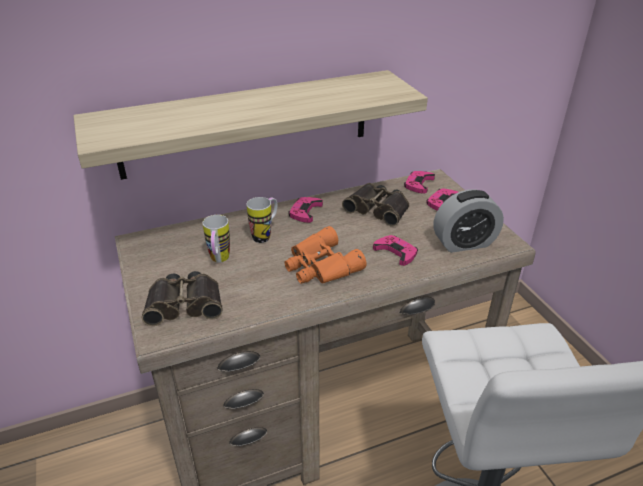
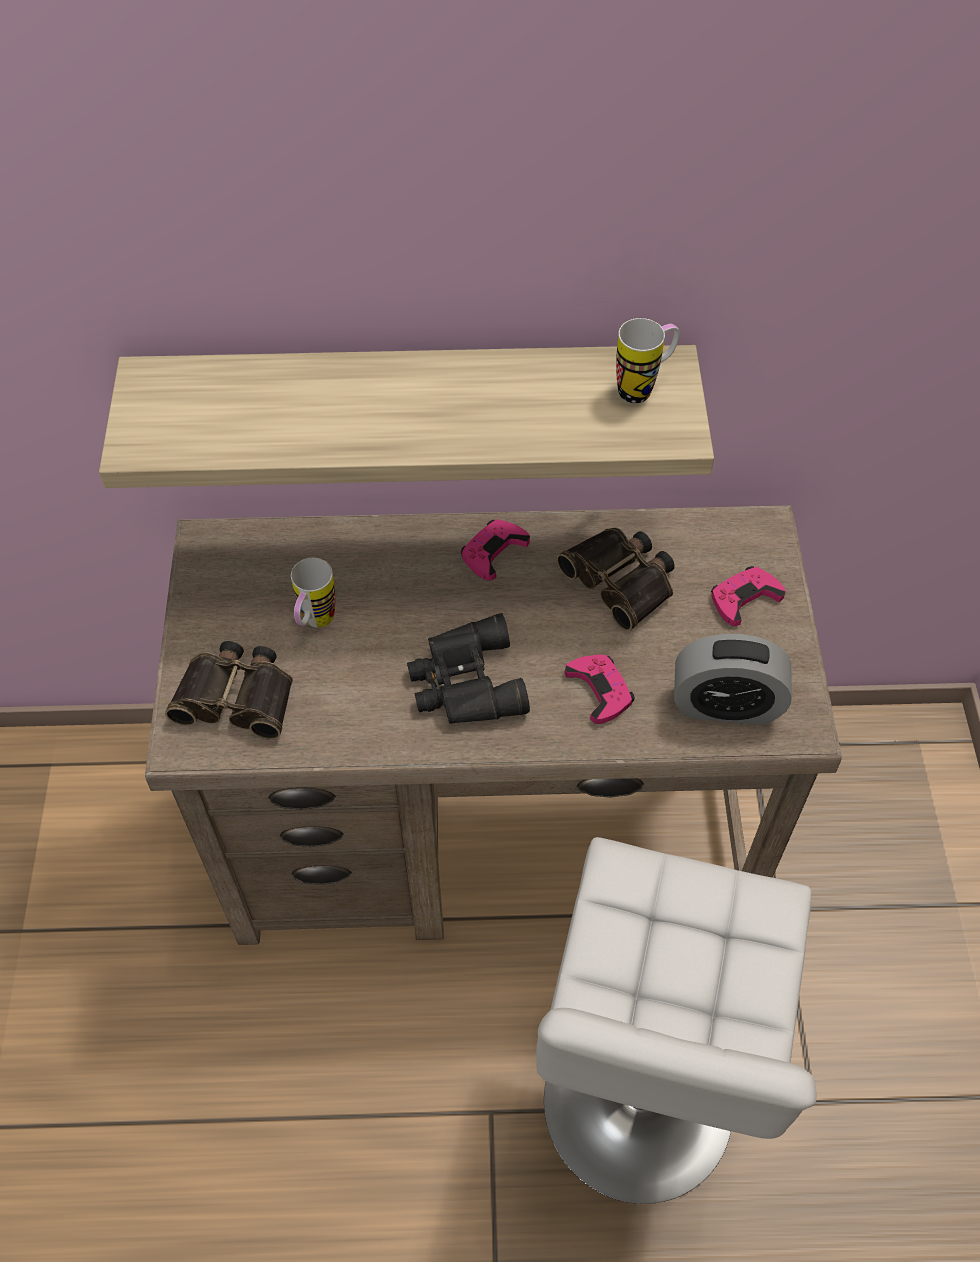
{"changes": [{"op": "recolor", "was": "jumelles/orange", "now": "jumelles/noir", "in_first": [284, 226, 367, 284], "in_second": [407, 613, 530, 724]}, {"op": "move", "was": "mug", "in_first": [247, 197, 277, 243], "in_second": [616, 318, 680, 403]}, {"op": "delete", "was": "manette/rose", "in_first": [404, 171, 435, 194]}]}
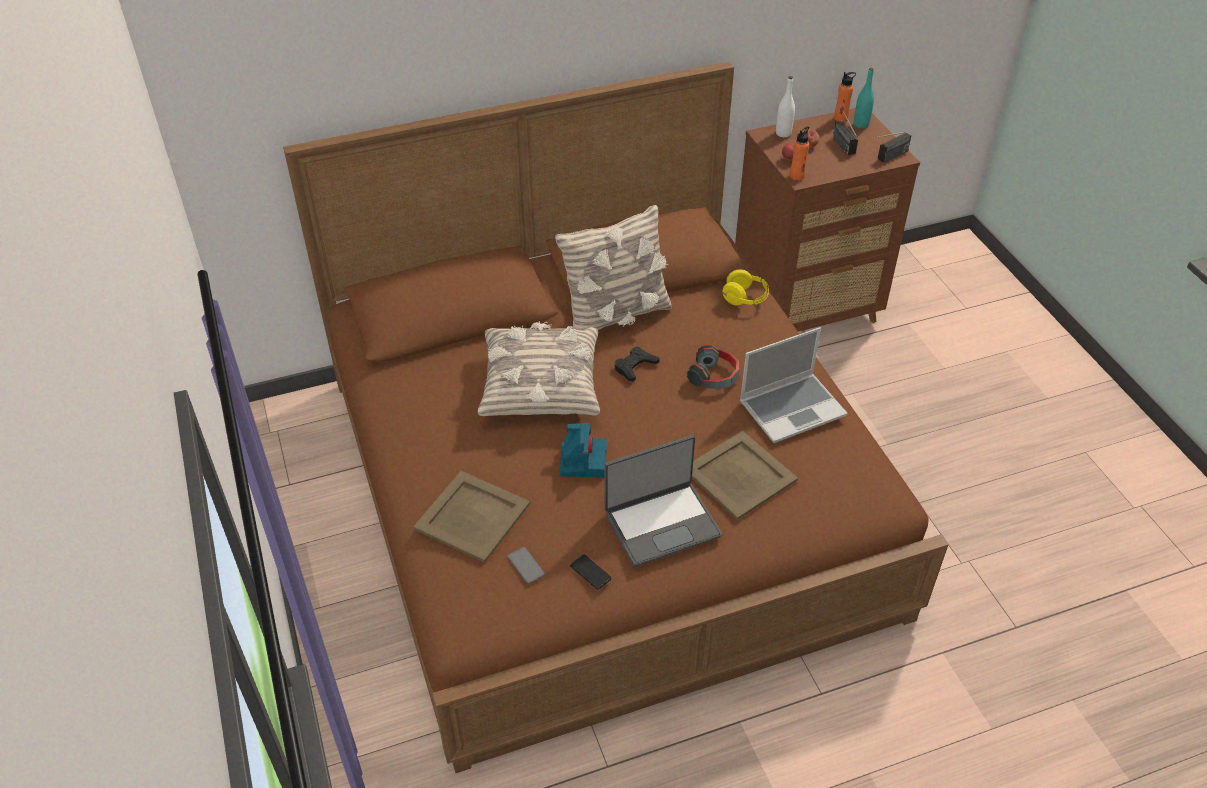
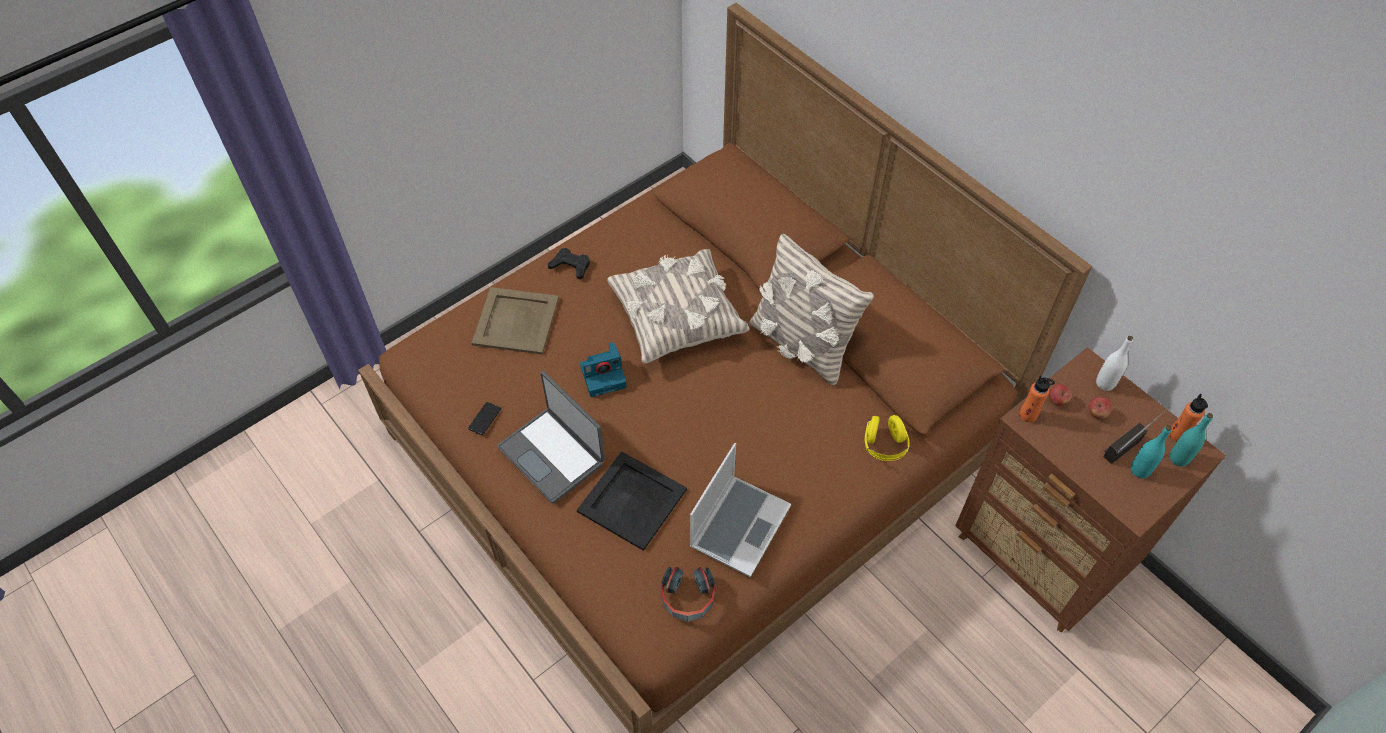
{"changes": [{"op": "move", "was": "manette/noir", "in_first": [614, 347, 660, 382], "in_second": [548, 248, 590, 280]}, {"op": "recolor", "was": "plateau/beige", "now": "plateau/noir", "in_first": [692, 431, 798, 520], "in_second": [577, 451, 687, 551]}, {"op": "move", "was": "casque audio", "in_first": [687, 345, 739, 389], "in_second": [661, 567, 715, 622]}, {"op": "rotate", "was": "ordinateur portable", "in_first": [740, 327, 847, 443], "in_second": [690, 443, 791, 577], "clockwise": -105}, {"op": "insert", "now": "bouteille/turquoise", "in_second": [1131, 425, 1172, 478]}, {"op": "delete", "was": "téléphone", "in_first": [508, 547, 545, 584]}, {"op": "delete", "was": "radio", "in_first": [874, 132, 911, 163]}]}
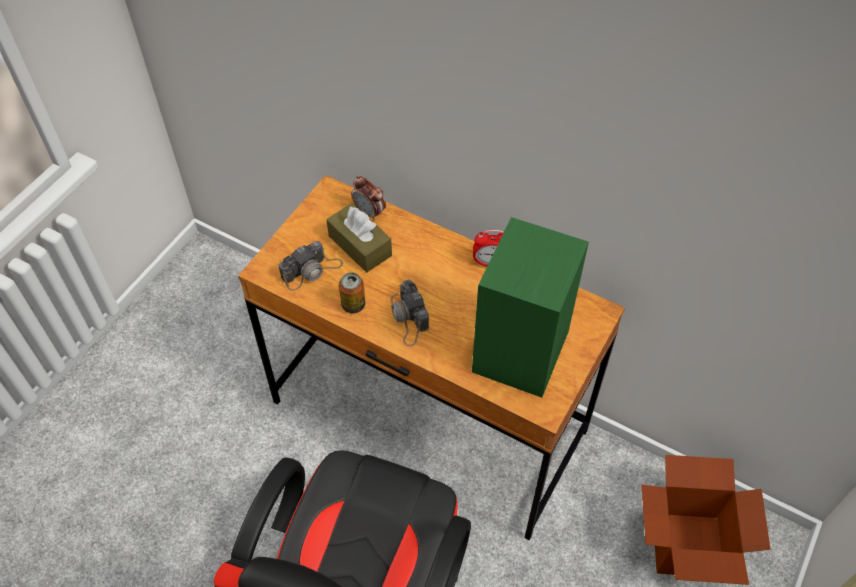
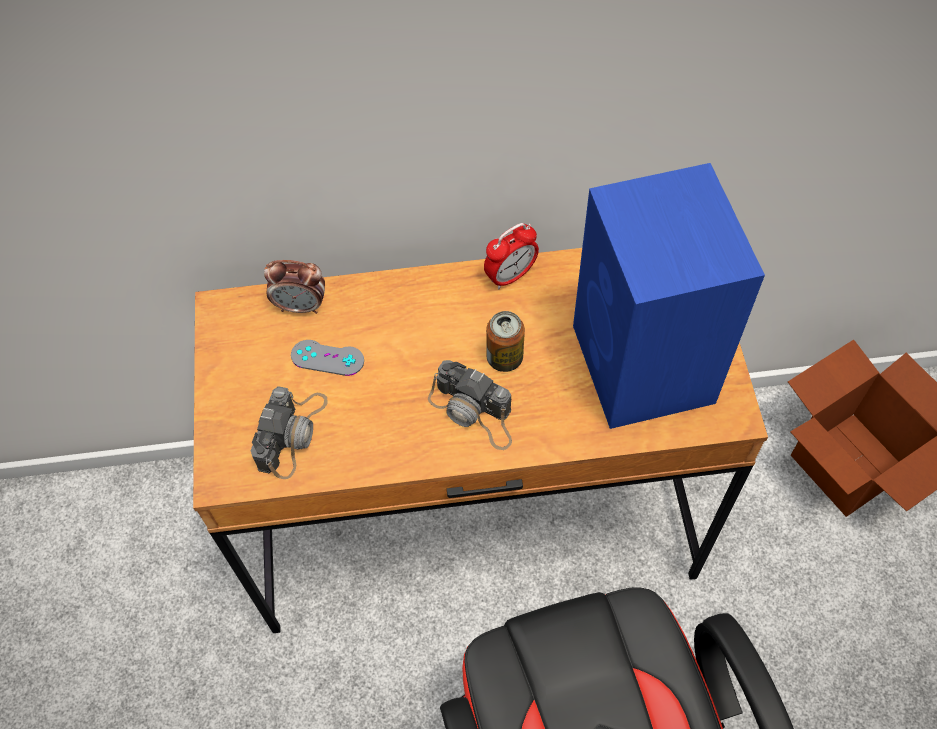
{"changes": [{"op": "replace", "was": "boîte à mouchoirs/marron", "now": "manette/gris", "in_first": [326, 203, 392, 272], "in_second": [291, 340, 364, 376]}, {"op": "move", "was": "boîte métallique", "in_first": [339, 272, 365, 313], "in_second": [486, 311, 525, 372]}, {"op": "recolor", "was": "enceinte/vert", "now": "enceinte/bleu", "in_first": [472, 217, 589, 398], "in_second": [573, 163, 765, 429]}]}
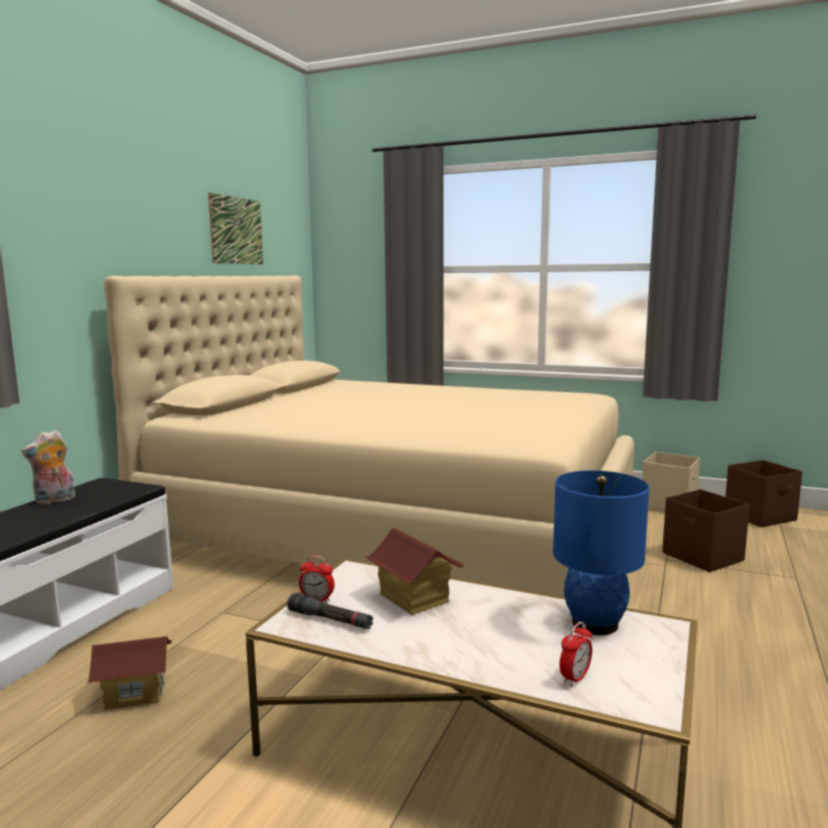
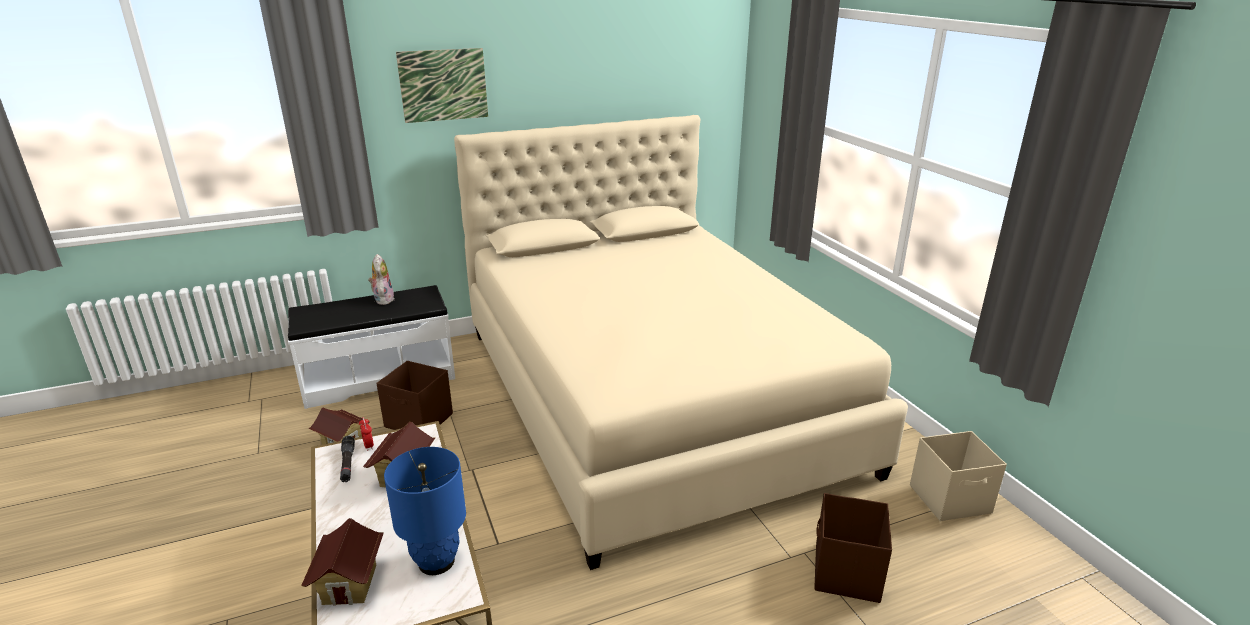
{"changes": [{"op": "replace", "was": "réveil", "now": "maison miniature", "in_first": [560, 622, 592, 686], "in_second": [301, 518, 384, 606]}, {"op": "rotate", "was": "peluche", "in_first": [21, 430, 75, 505], "in_second": [368, 254, 394, 305], "clockwise": 75}, {"op": "move", "was": "boîte de rangement/marron", "in_first": [726, 460, 802, 527], "in_second": [376, 361, 453, 430]}, {"op": "move", "was": "tableau", "in_first": [208, 193, 263, 264], "in_second": [396, 48, 488, 123]}]}
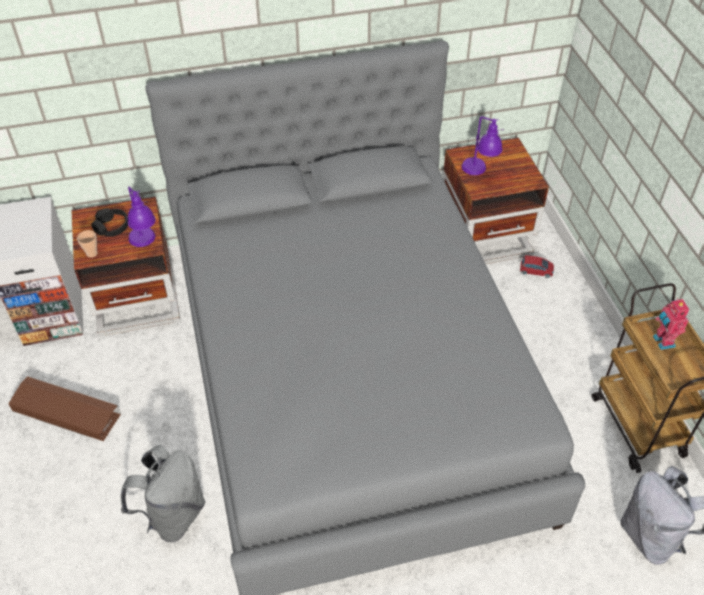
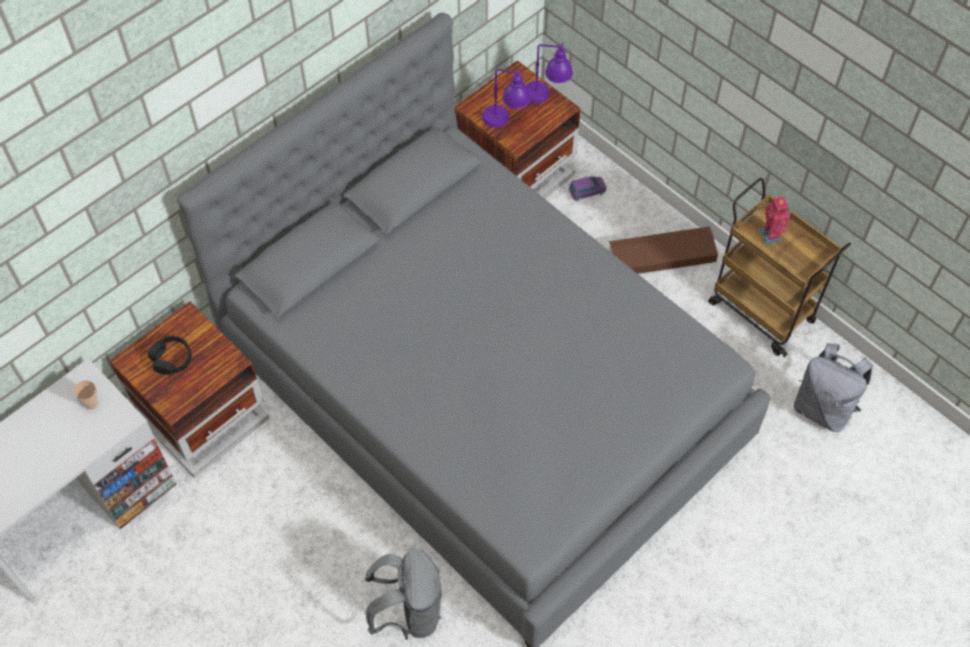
{"changes": [{"op": "move", "was": "tasse", "in_first": [77, 230, 98, 258], "in_second": [73, 380, 98, 409]}, {"op": "move", "was": "lampe de table/violet", "in_first": [128, 187, 156, 247], "in_second": [526, 43, 573, 103]}, {"op": "recolor", "was": "petite voiture/rouge", "now": "petite voiture/violet", "in_first": [520, 255, 554, 278], "in_second": [569, 176, 606, 201]}, {"op": "move", "was": "boîte de rangement/marron", "in_first": [8, 376, 121, 441], "in_second": [609, 226, 718, 274]}, {"op": "rotate", "was": "robot jouet", "in_first": [653, 298, 689, 350], "in_second": [760, 195, 792, 244], "clockwise": -150}]}
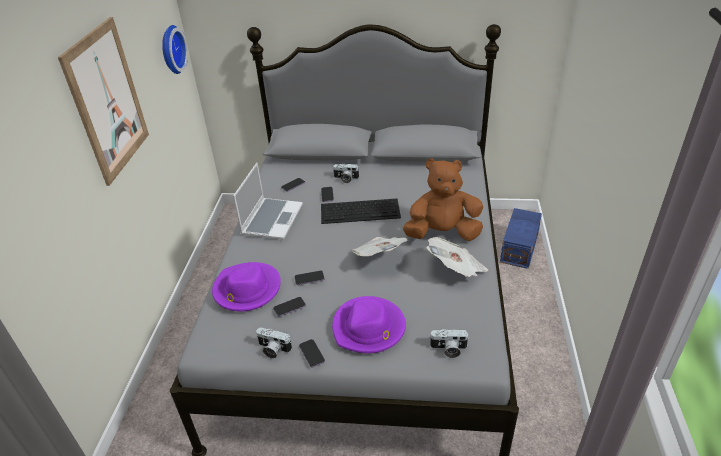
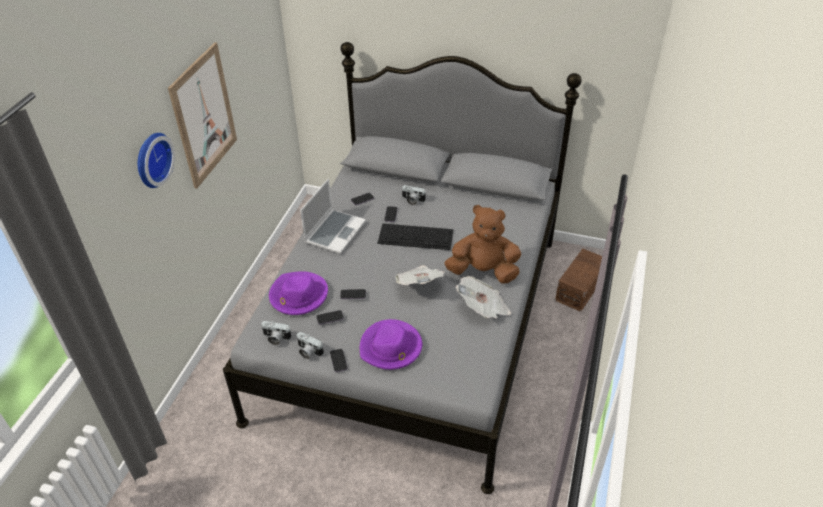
{"changes": [{"op": "move", "was": "horloge murale", "in_first": [162, 25, 188, 74], "in_second": [138, 133, 175, 188]}, {"op": "move", "was": "appareil photo", "in_first": [429, 329, 469, 358], "in_second": [261, 321, 291, 345]}, {"op": "recolor", "was": "boîte de rangement/bleu", "now": "boîte de rangement/marron", "in_first": [500, 208, 542, 269], "in_second": [555, 248, 602, 312]}]}
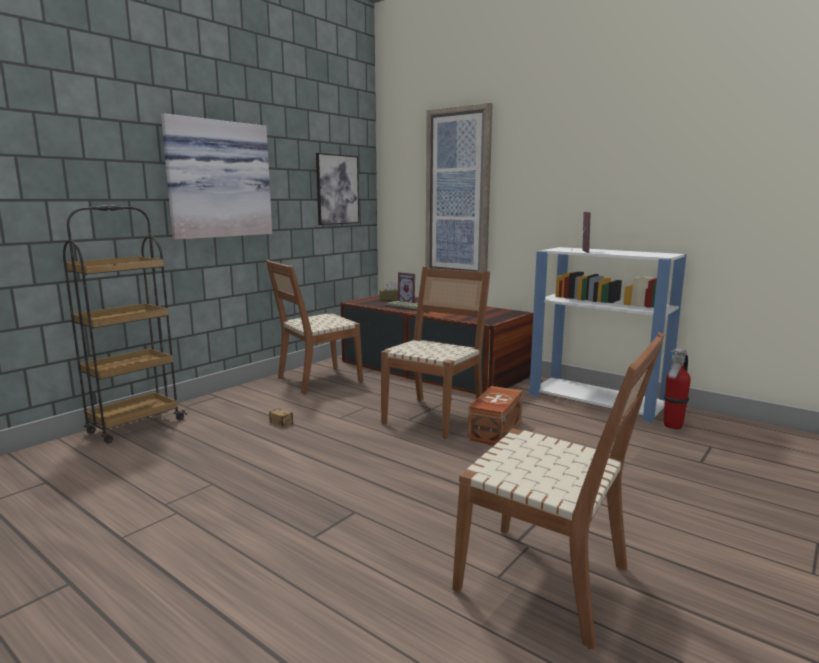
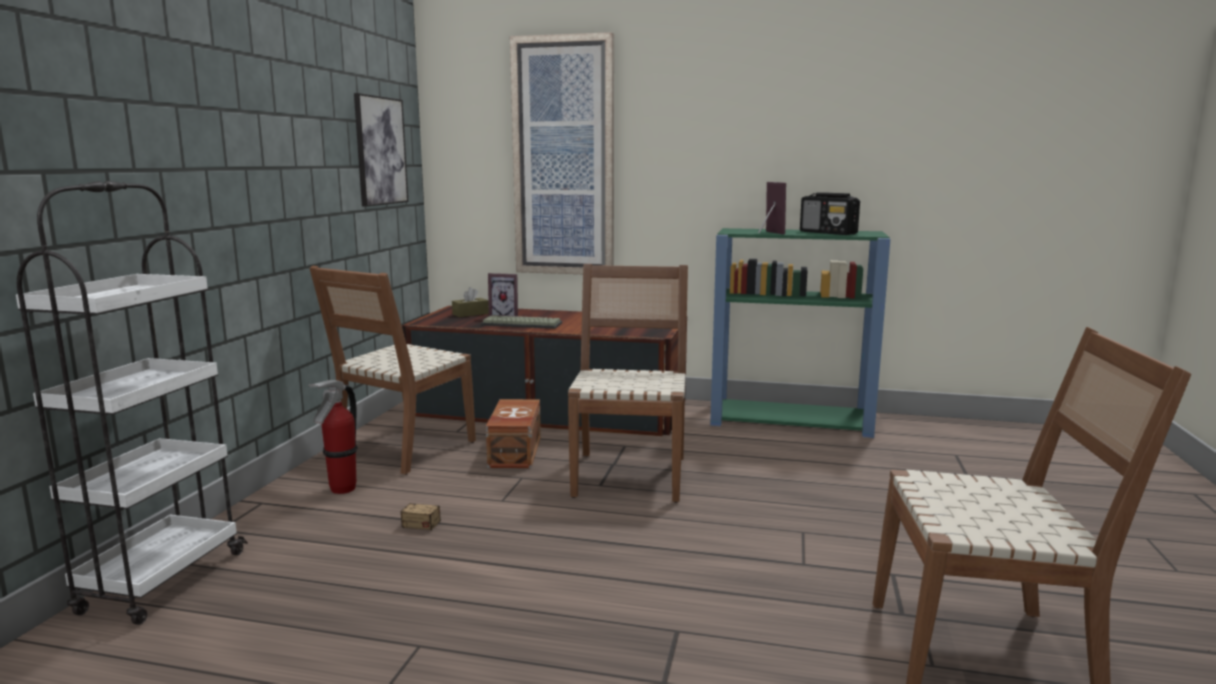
{"changes": [{"op": "recolor", "was": "chariot/marron", "now": "chariot/blanc", "in_first": [63, 205, 187, 443], "in_second": [16, 181, 248, 625]}, {"op": "move", "was": "extincteur", "in_first": [664, 348, 691, 429], "in_second": [308, 380, 357, 494]}, {"op": "move", "was": "boîte de rangement/marron", "in_first": [468, 386, 523, 445], "in_second": [486, 399, 541, 468]}, {"op": "recolor", "was": "bibliothèque/blanc", "now": "bibliothèque/vert", "in_first": [529, 247, 687, 423], "in_second": [710, 228, 891, 438]}, {"op": "insert", "now": "radio", "in_second": [800, 192, 860, 235]}, {"op": "delete", "was": "tableau", "in_first": [161, 114, 272, 240]}]}
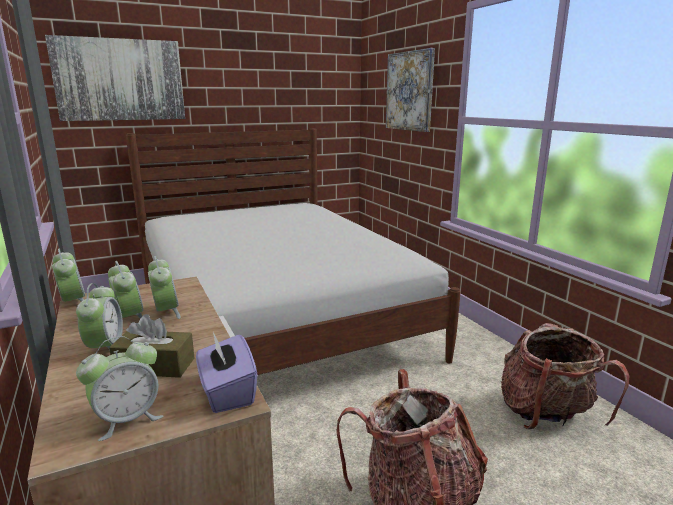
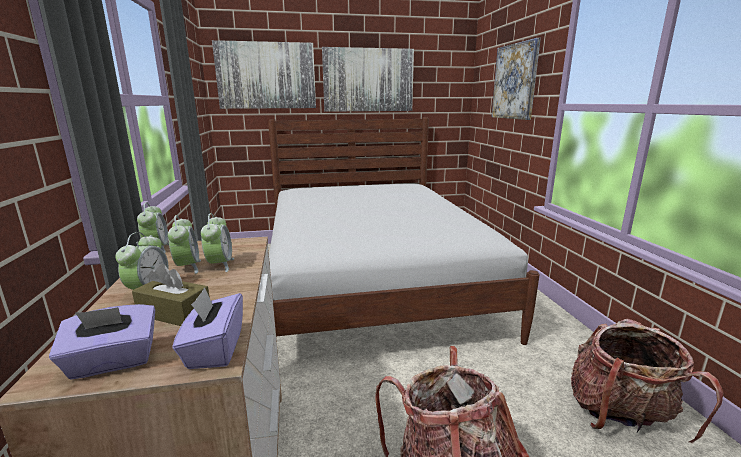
{"changes": [{"op": "replace", "was": "réveil", "now": "boîte à mouchoirs/violet", "in_first": [76, 336, 163, 441], "in_second": [49, 304, 155, 379]}, {"op": "insert", "now": "tableau", "in_second": [322, 47, 414, 112]}]}
